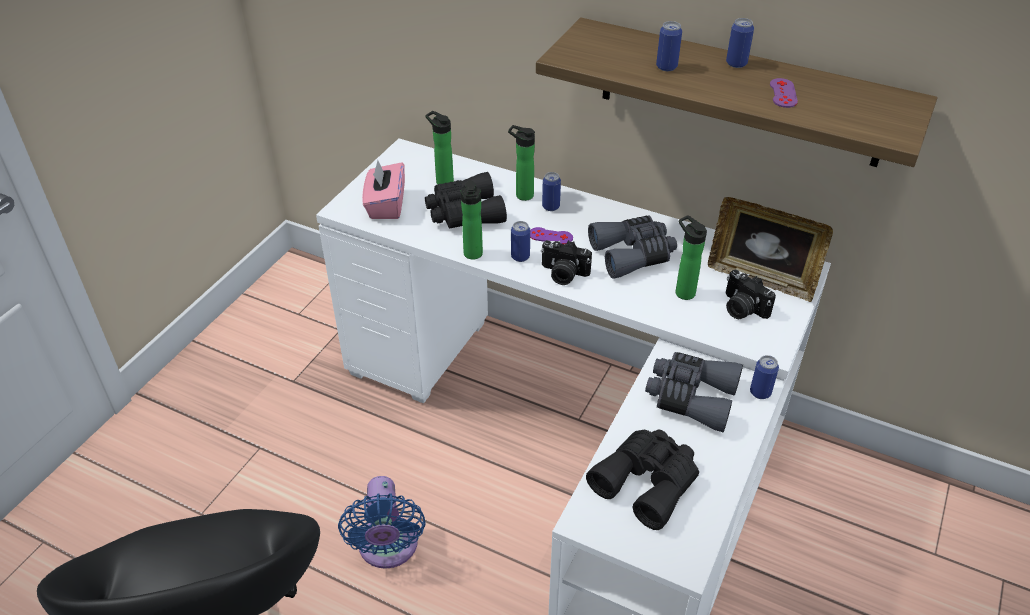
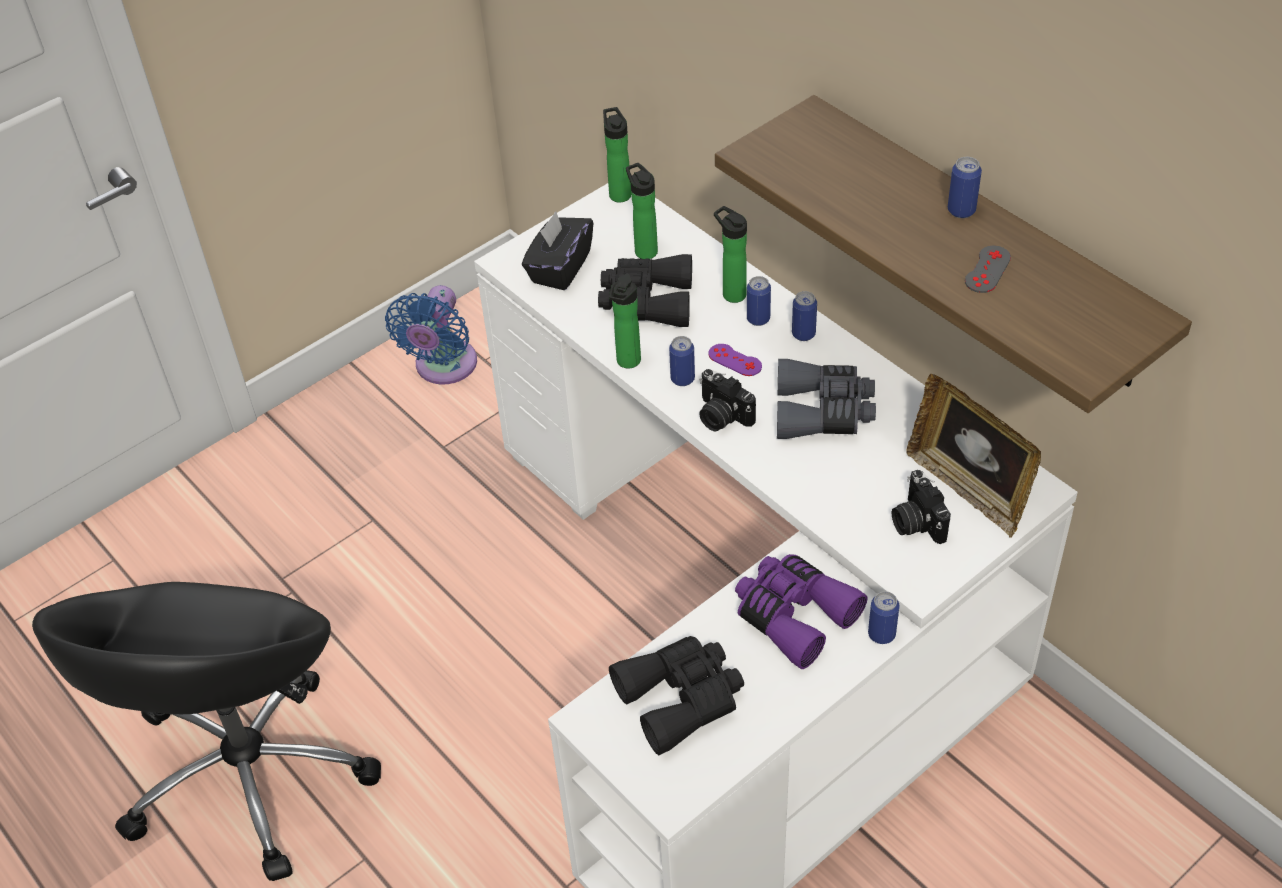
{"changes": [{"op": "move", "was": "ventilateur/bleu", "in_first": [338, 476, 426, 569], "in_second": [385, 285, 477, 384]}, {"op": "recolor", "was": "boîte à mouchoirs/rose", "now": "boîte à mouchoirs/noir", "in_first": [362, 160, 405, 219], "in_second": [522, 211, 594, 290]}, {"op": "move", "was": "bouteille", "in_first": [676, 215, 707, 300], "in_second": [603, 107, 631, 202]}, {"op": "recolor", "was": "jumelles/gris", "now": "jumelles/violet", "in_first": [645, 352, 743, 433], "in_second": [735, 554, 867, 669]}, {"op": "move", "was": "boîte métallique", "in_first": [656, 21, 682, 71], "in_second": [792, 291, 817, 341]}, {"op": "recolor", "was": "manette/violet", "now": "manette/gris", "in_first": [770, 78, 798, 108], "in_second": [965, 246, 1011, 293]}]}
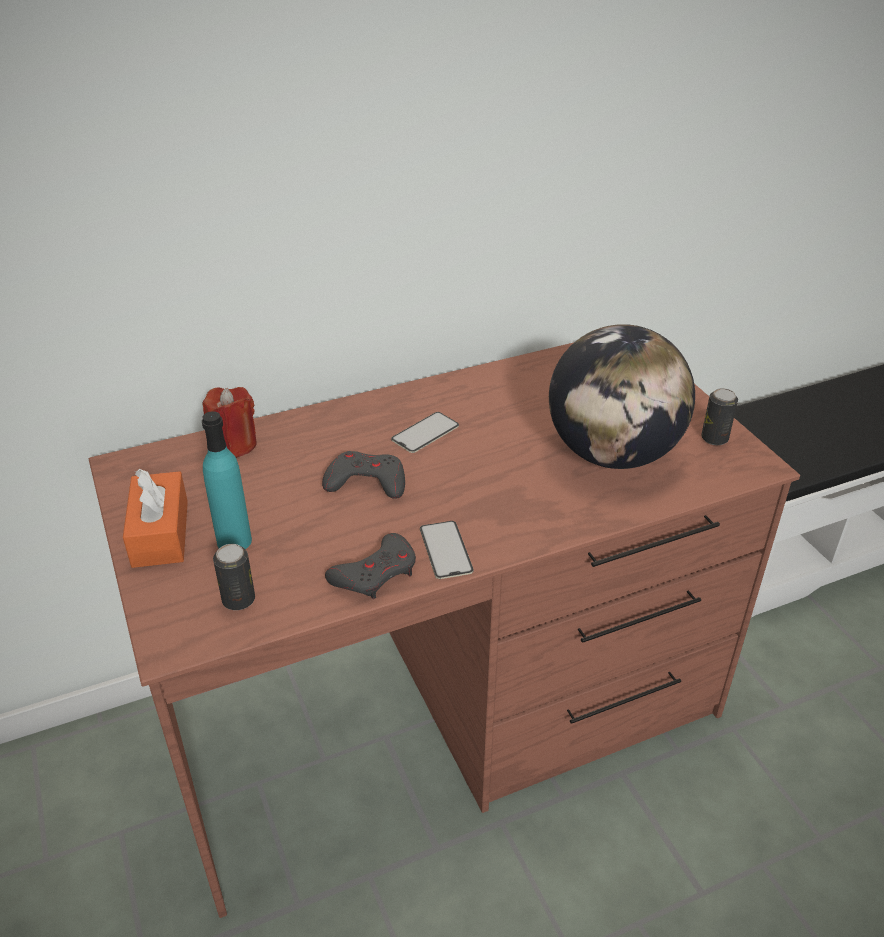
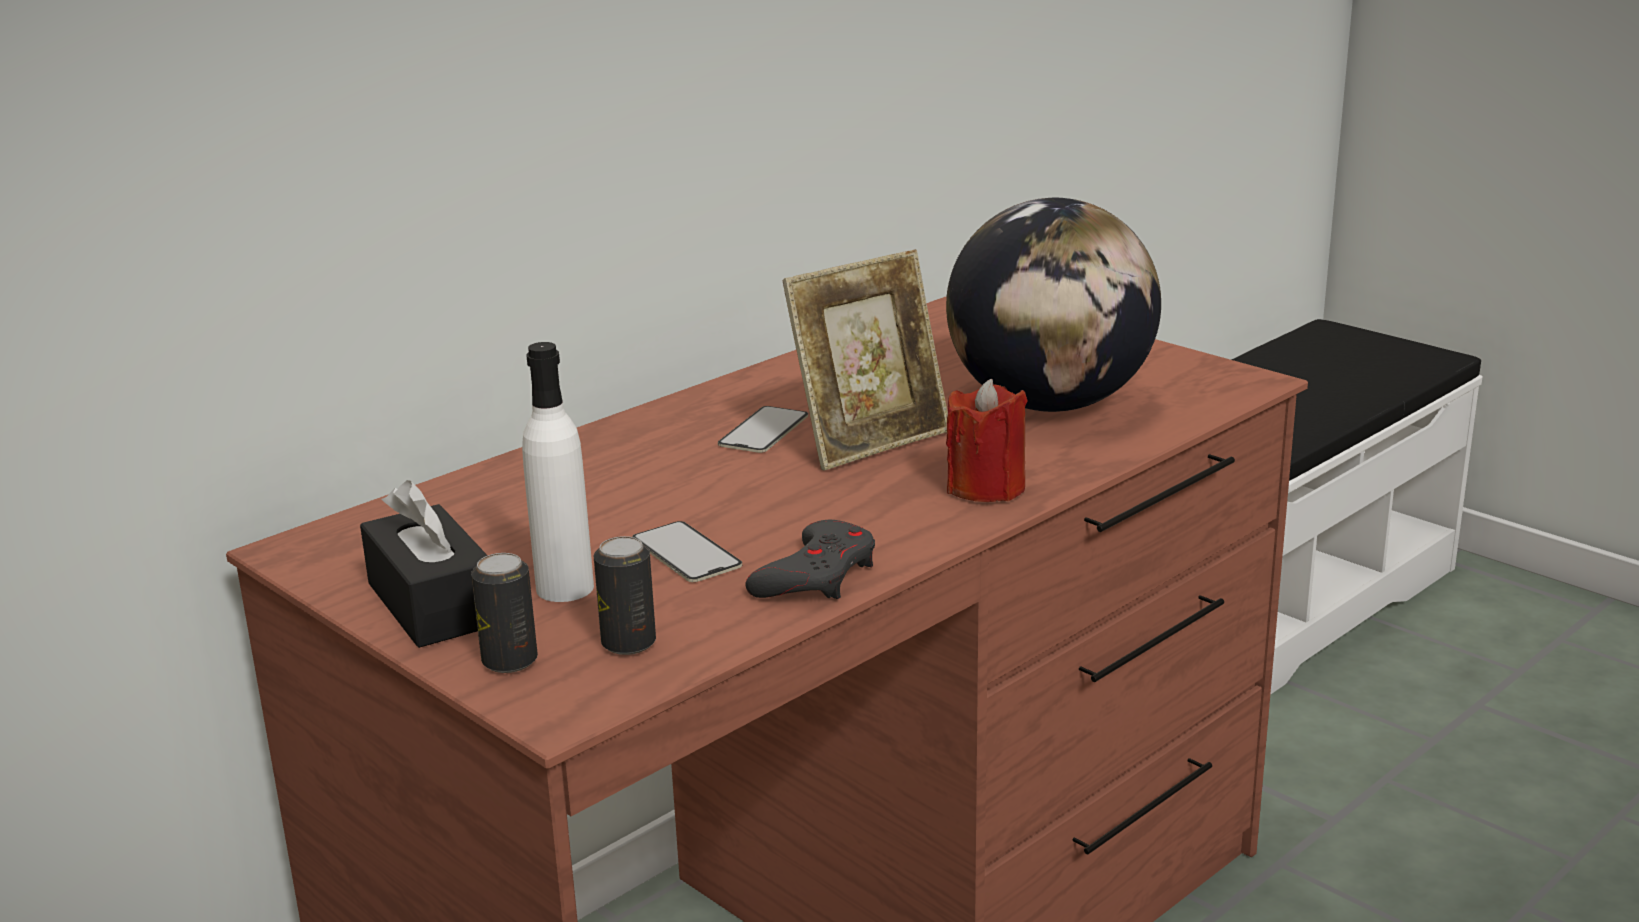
{"changes": [{"op": "recolor", "was": "boîte à mouchoirs/orange", "now": "boîte à mouchoirs/noir", "in_first": [123, 469, 188, 568], "in_second": [360, 480, 488, 648]}, {"op": "move", "was": "boîte métallique", "in_first": [701, 388, 738, 445], "in_second": [471, 553, 538, 673]}, {"op": "recolor", "was": "bouteille/turquoise", "now": "bouteille/blanc", "in_first": [202, 411, 252, 549], "in_second": [522, 342, 594, 602]}, {"op": "move", "was": "téléphone", "in_first": [420, 521, 474, 579], "in_second": [632, 521, 742, 582]}, {"op": "insert", "now": "cadre photo", "in_second": [782, 249, 948, 470]}, {"op": "move", "was": "bougie/rouge", "in_first": [202, 387, 257, 458], "in_second": [946, 378, 1027, 502]}, {"op": "delete", "was": "manette/gris", "in_first": [322, 451, 405, 499]}]}
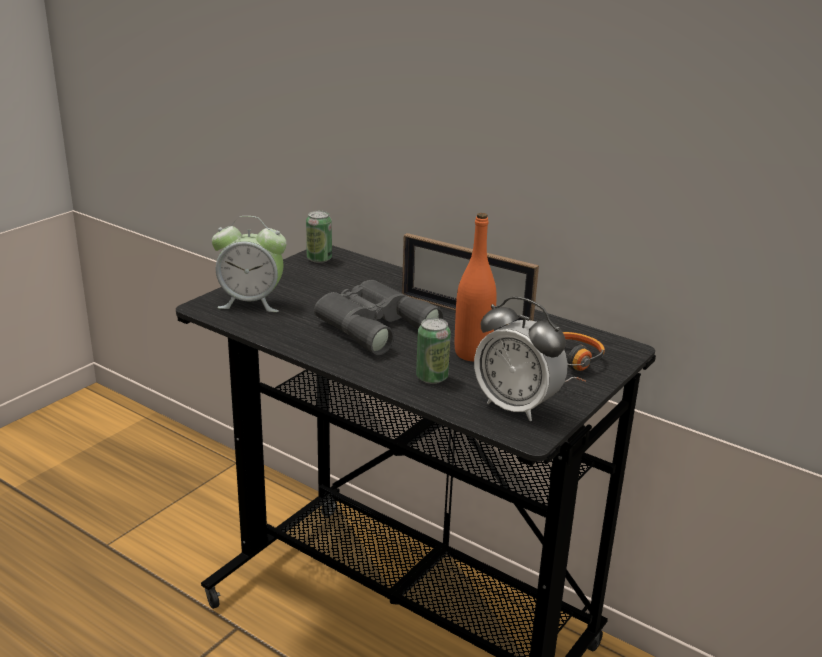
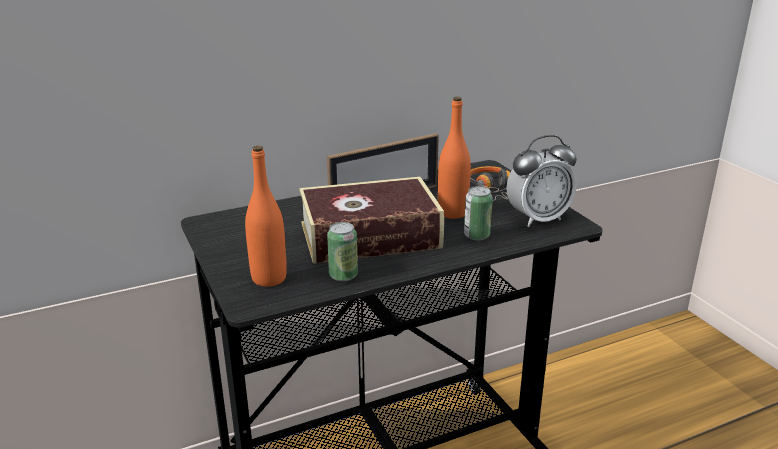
{"changes": [{"op": "replace", "was": "réveil", "now": "bouteille/orange", "in_first": [212, 216, 287, 312], "in_second": [245, 146, 287, 287]}, {"op": "replace", "was": "jumelles/gris", "now": "livre", "in_first": [314, 280, 444, 355], "in_second": [299, 177, 444, 264]}, {"op": "move", "was": "boîte métallique", "in_first": [306, 211, 332, 263], "in_second": [327, 222, 358, 282]}]}
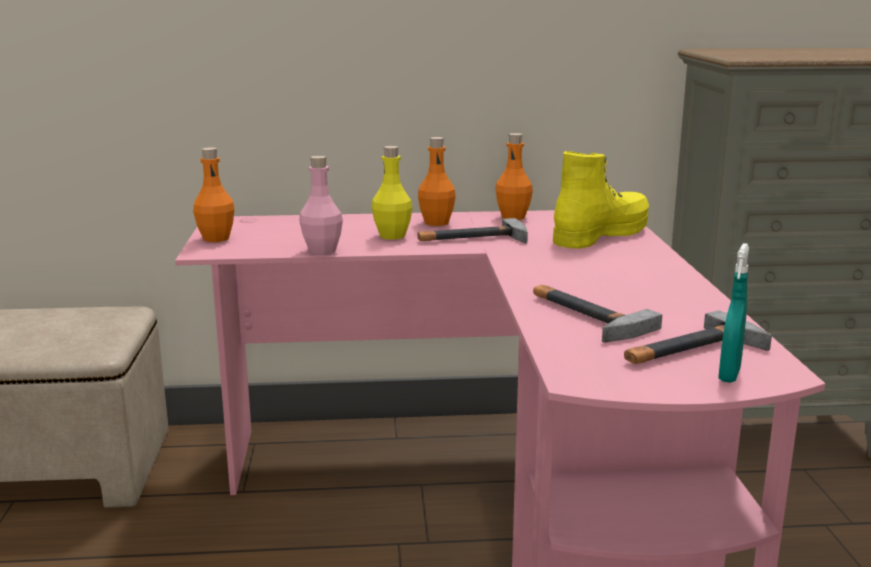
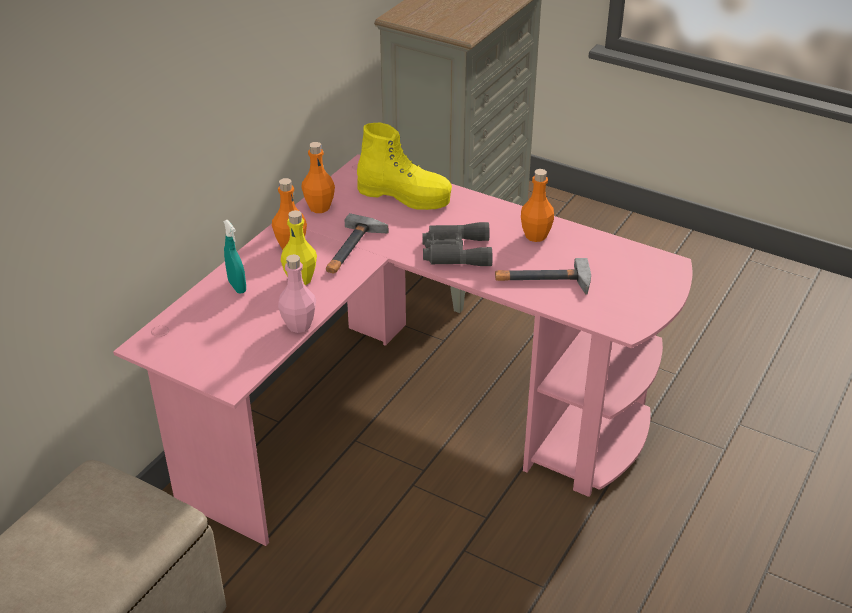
{"changes": [{"op": "move", "was": "vaporisateur/turquoise", "in_first": [718, 243, 749, 383], "in_second": [223, 220, 246, 294]}, {"op": "rotate", "was": "botte/jaune", "in_first": [553, 151, 649, 249], "in_second": [357, 123, 452, 210], "clockwise": 120}, {"op": "insert", "now": "jumelles/gris", "in_second": [422, 222, 492, 266]}, {"op": "move", "was": "bouteille/orange", "in_first": [193, 147, 234, 242], "in_second": [521, 169, 554, 242]}, {"op": "delete", "was": "marteau", "in_first": [624, 310, 772, 364]}]}
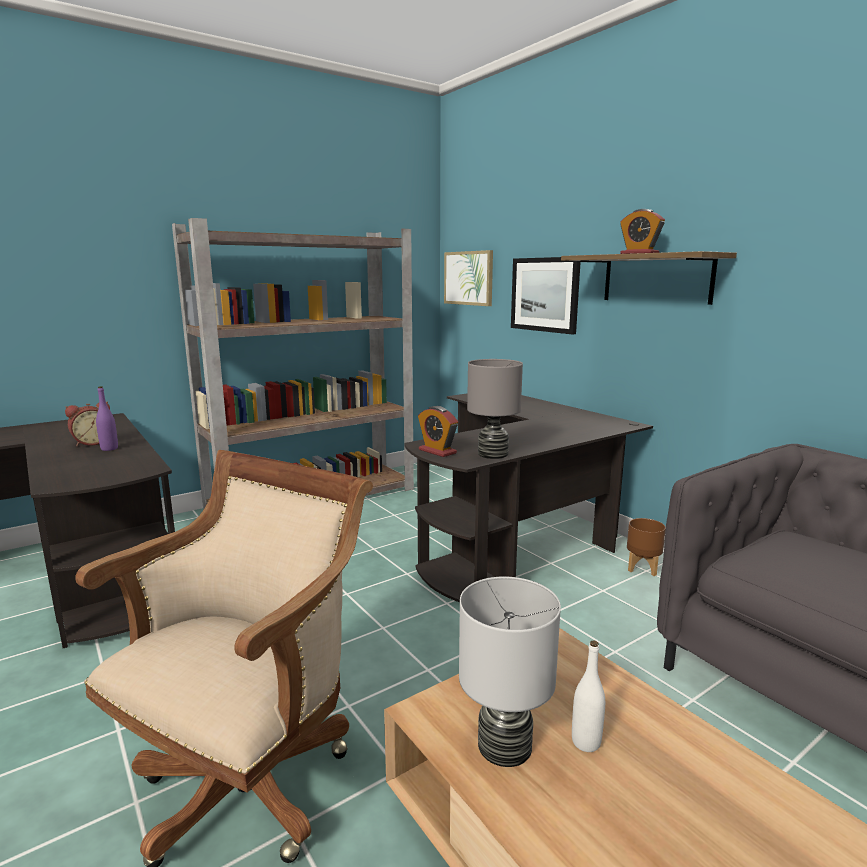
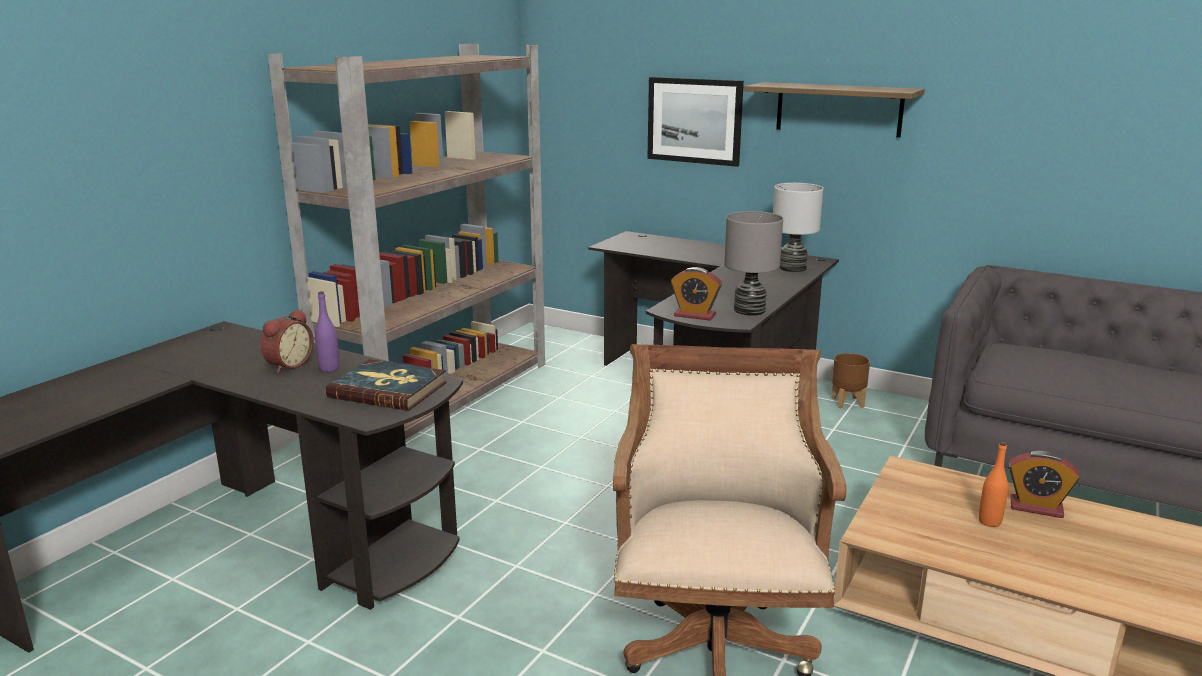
{"changes": [{"op": "insert", "now": "livre", "in_second": [326, 359, 447, 411]}, {"op": "move", "was": "lampe de table/gris", "in_first": [459, 576, 561, 767], "in_second": [773, 183, 823, 272]}, {"op": "recolor", "was": "bouteille/blanc", "now": "bouteille/orange", "in_first": [572, 640, 605, 752], "in_second": [979, 442, 1008, 527]}, {"op": "move", "was": "réveil", "in_first": [620, 209, 665, 254], "in_second": [1009, 451, 1079, 518]}, {"op": "delete", "was": "tableau", "in_first": [444, 250, 493, 306]}]}
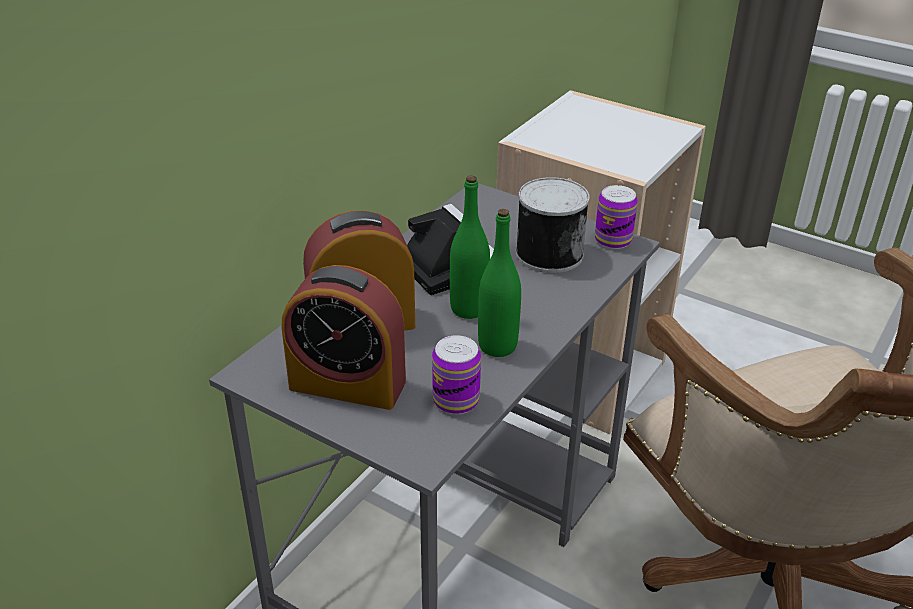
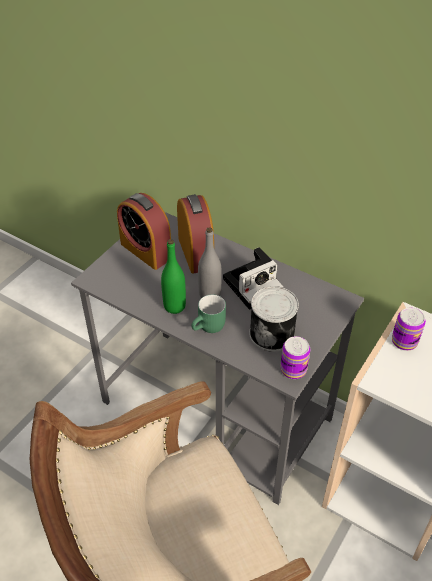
{"changes": [{"op": "rotate", "was": "réveil", "in_first": [282, 265, 406, 410], "in_second": [117, 193, 171, 270], "clockwise": -60}, {"op": "insert", "now": "mug/vert", "in_second": [191, 294, 226, 333]}, {"op": "recolor", "was": "bouteille/vert", "now": "bouteille/gris", "in_first": [450, 175, 490, 319], "in_second": [198, 227, 222, 298]}, {"op": "move", "was": "boîte métallique", "in_first": [432, 335, 481, 415], "in_second": [392, 308, 426, 351]}]}
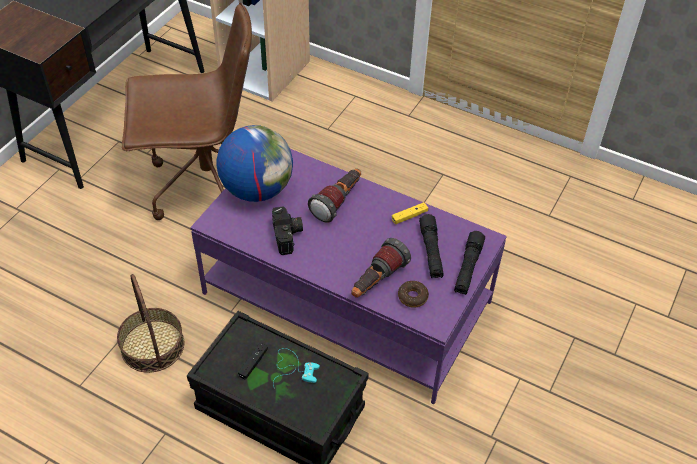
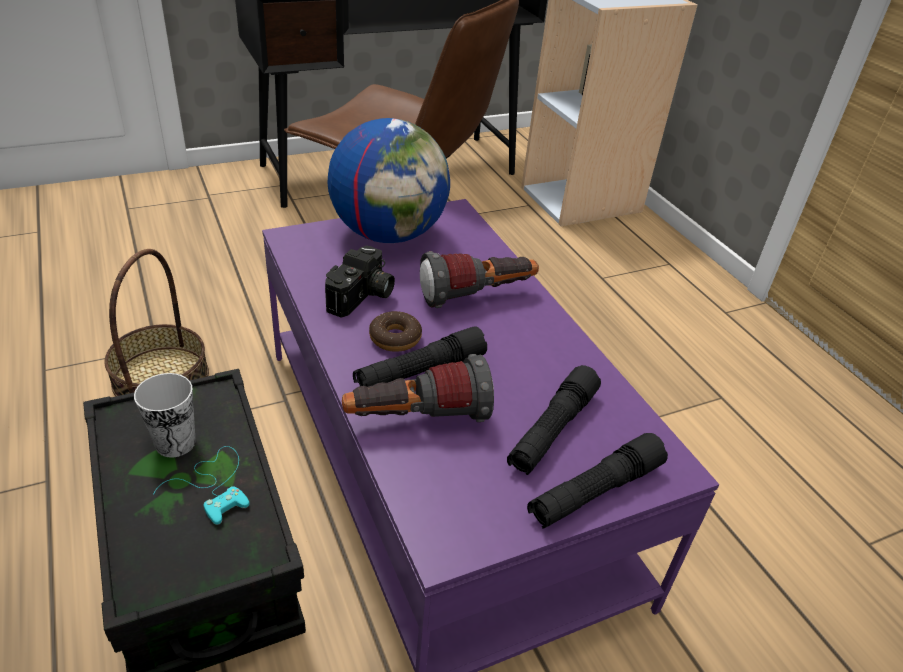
{"changes": [{"op": "replace", "was": "manette/noir", "now": "tasse", "in_first": [238, 343, 268, 379], "in_second": [134, 373, 196, 458]}, {"op": "insert", "now": "lampe de poche/noir", "in_second": [353, 326, 487, 387]}, {"op": "move", "was": "beignet", "in_first": [398, 281, 429, 308], "in_second": [369, 311, 422, 352]}, {"op": "delete", "was": "manette/jaune", "in_first": [392, 202, 428, 224]}]}
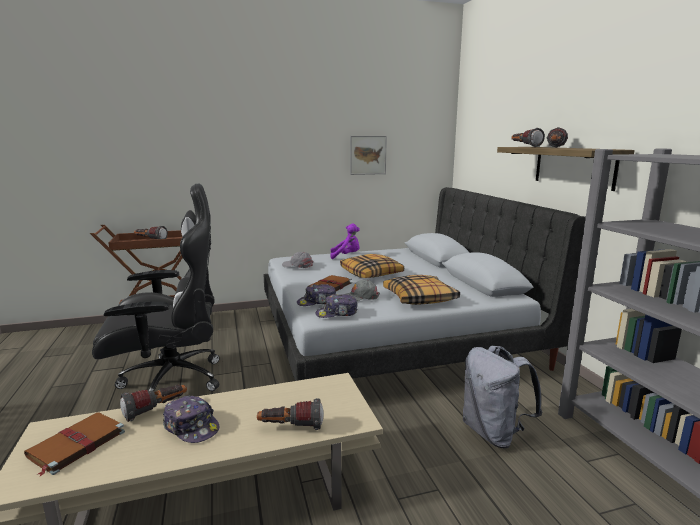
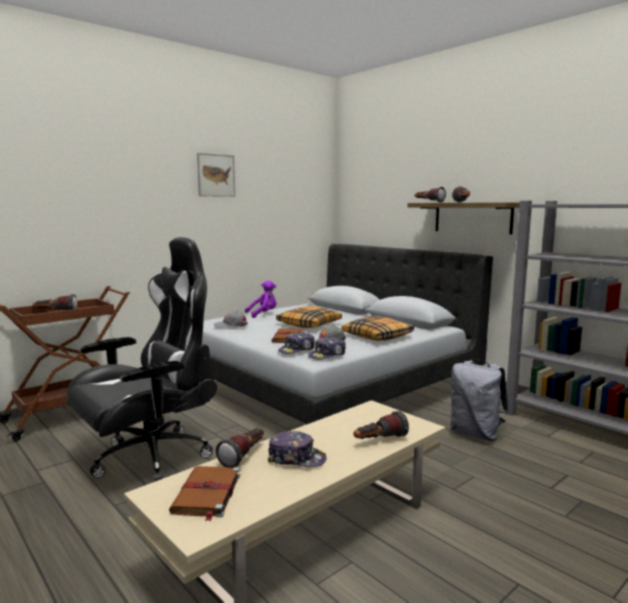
{"changes": [{"op": "move", "was": "tableau", "in_first": [350, 136, 387, 175], "in_second": [197, 153, 235, 197]}]}
